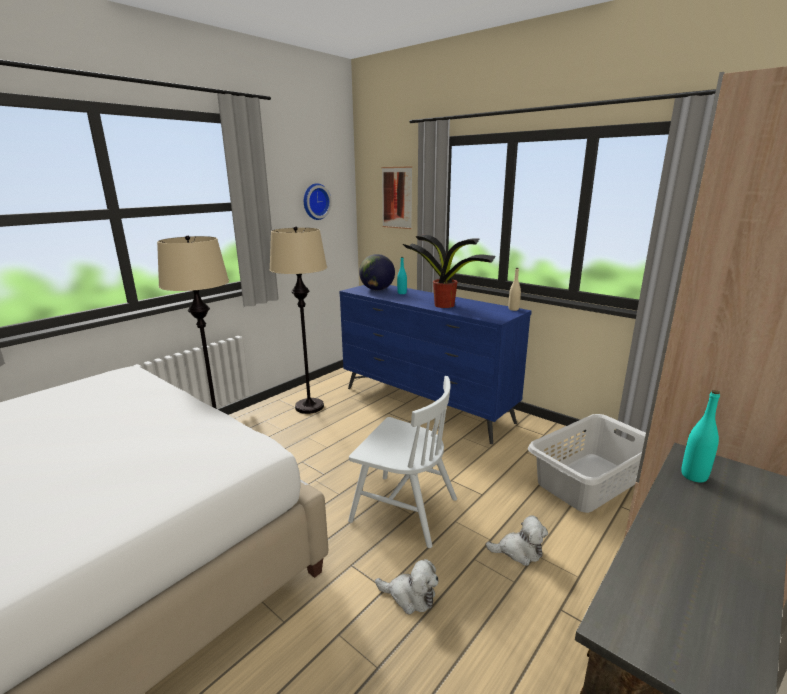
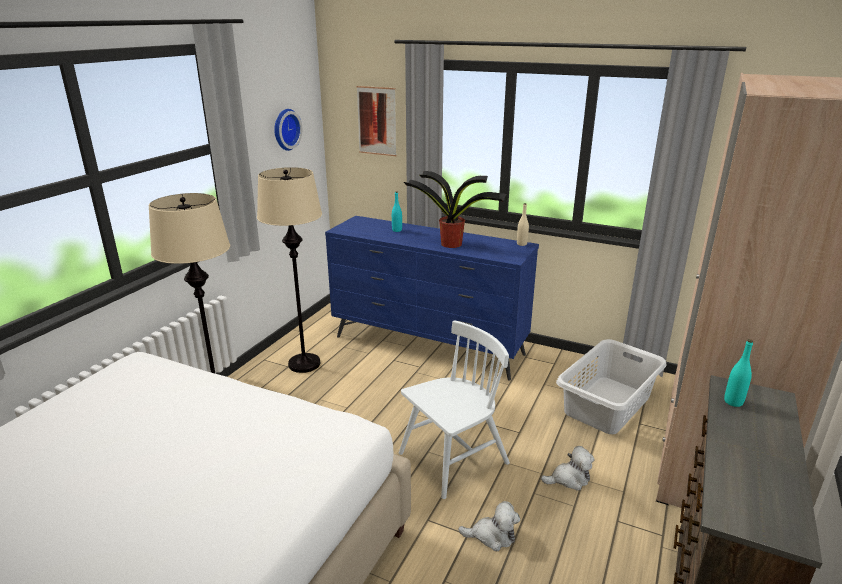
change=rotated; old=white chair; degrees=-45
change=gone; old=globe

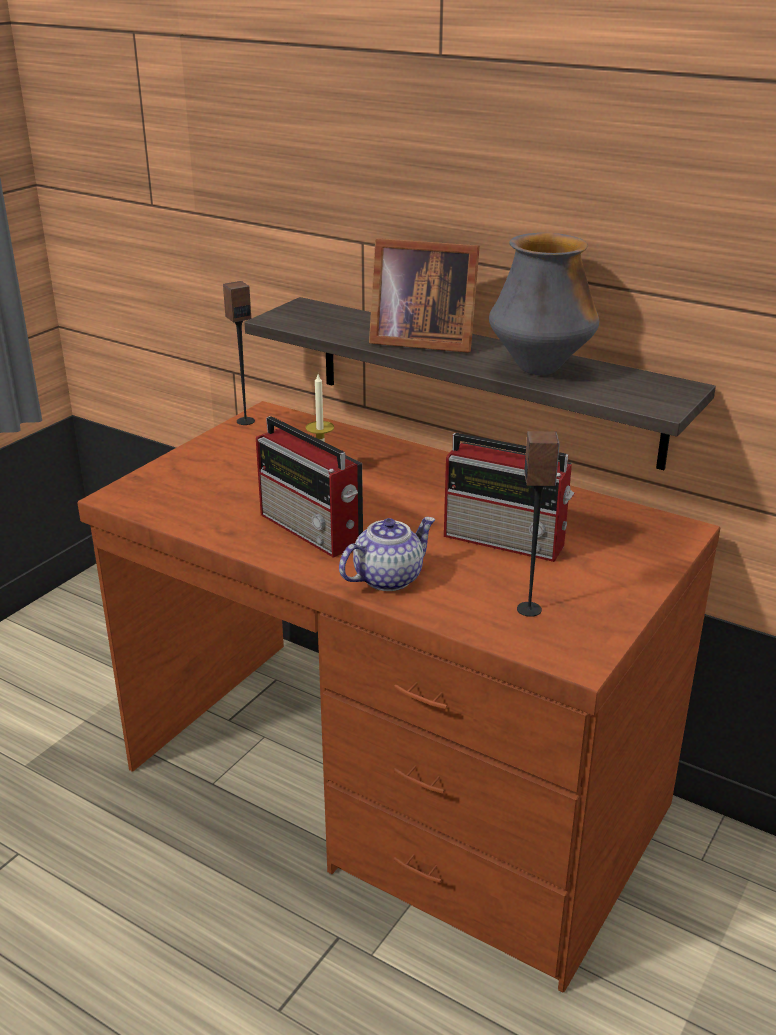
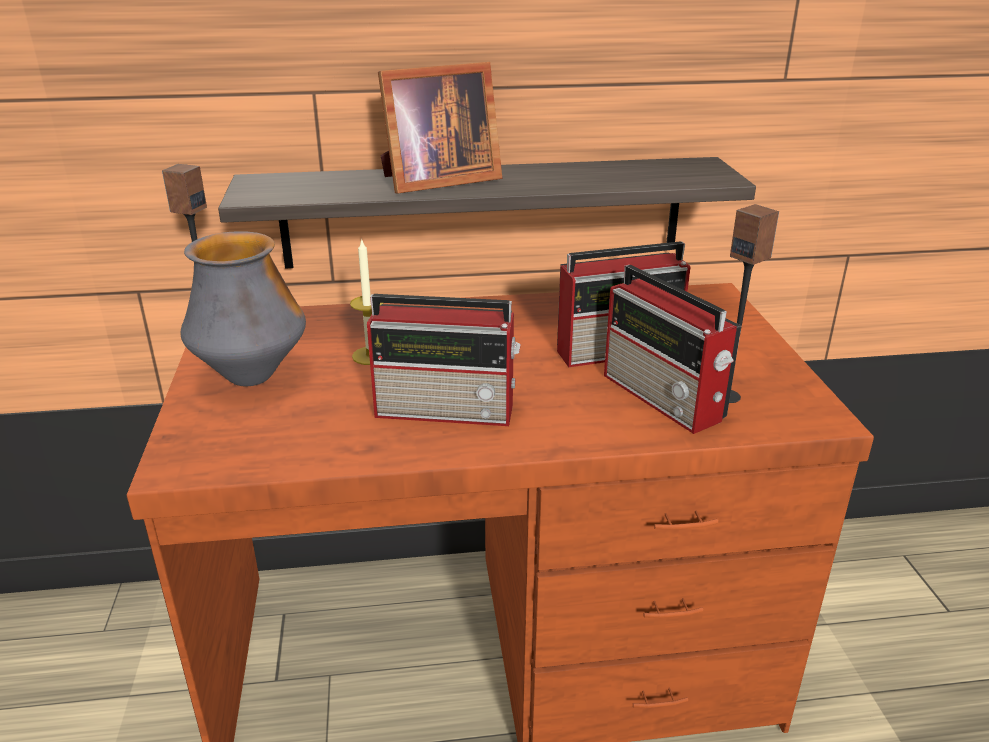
change=shifted; old=vase
change=new; new=radio (no. 3 from left)
change=gone; old=teapot

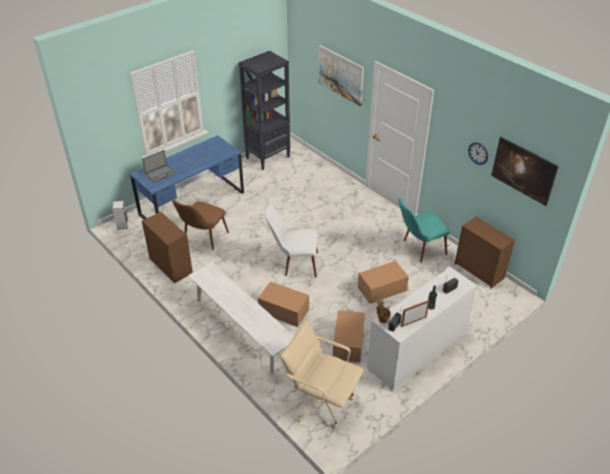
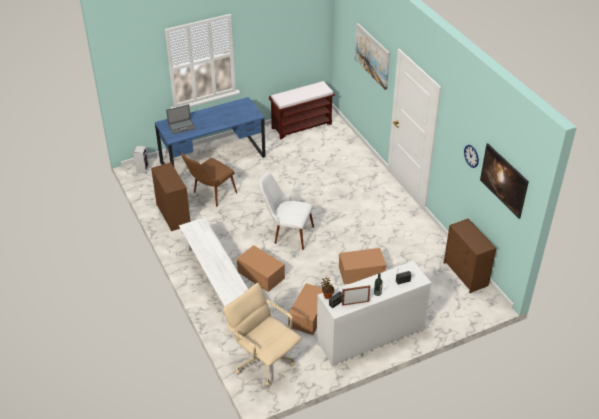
change=swapped; old=black bookcase; new=brown bench
change=gone; old=turquoise chair

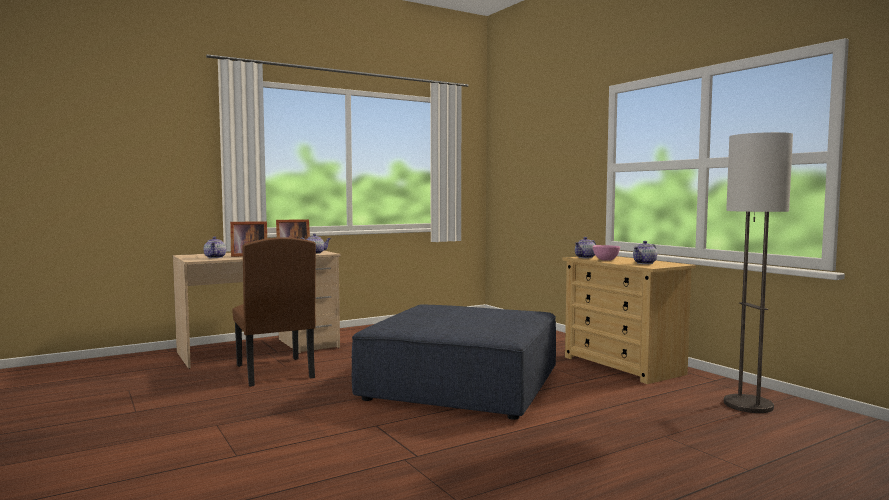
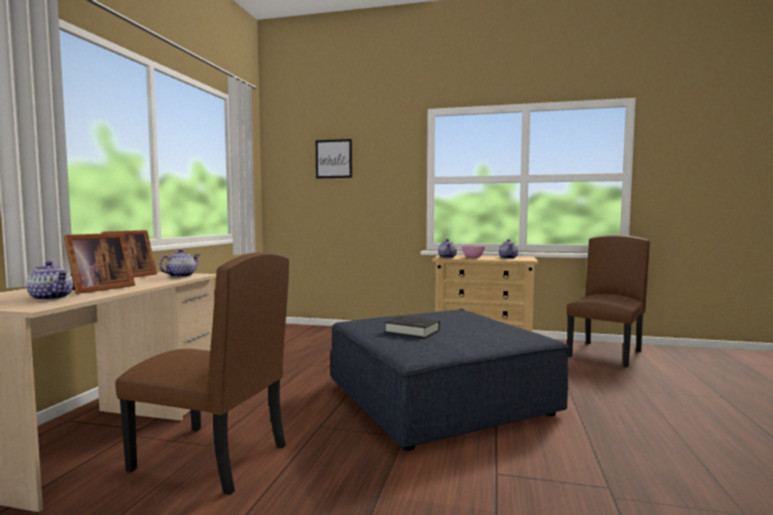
change=new; new=picture
change=new; new=black book
change=swapped; old=floor lamp; new=brown chair (no. 2 from left)

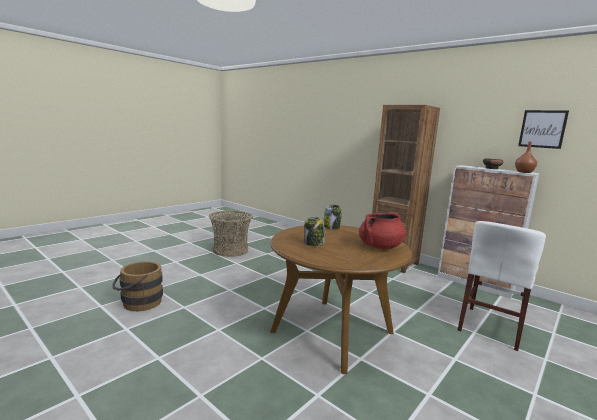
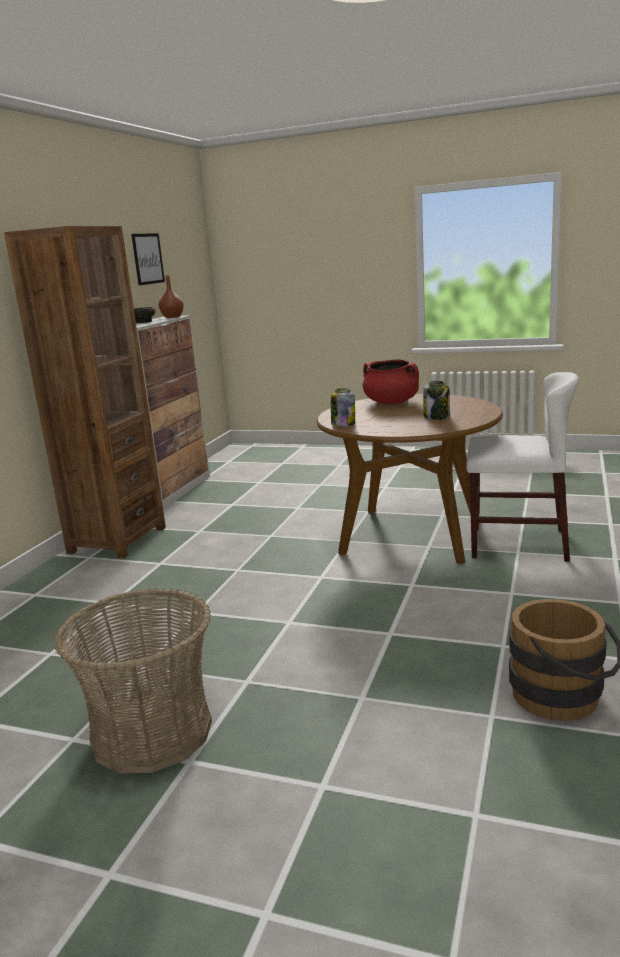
change=shifted; old=white chair

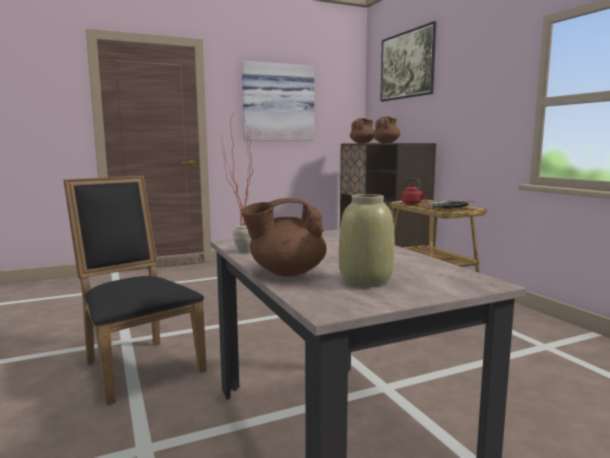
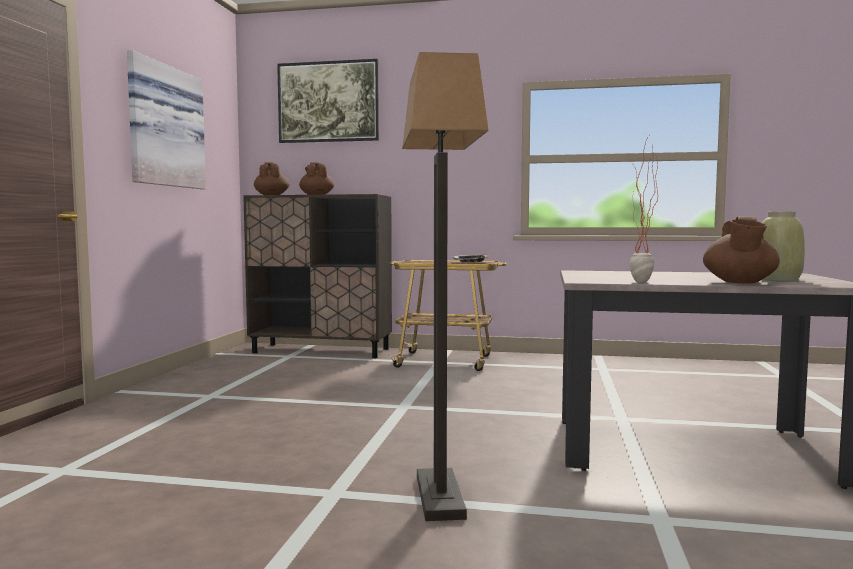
change=swapped; old=black chair; new=floor lamp
change=gone; old=red kettle

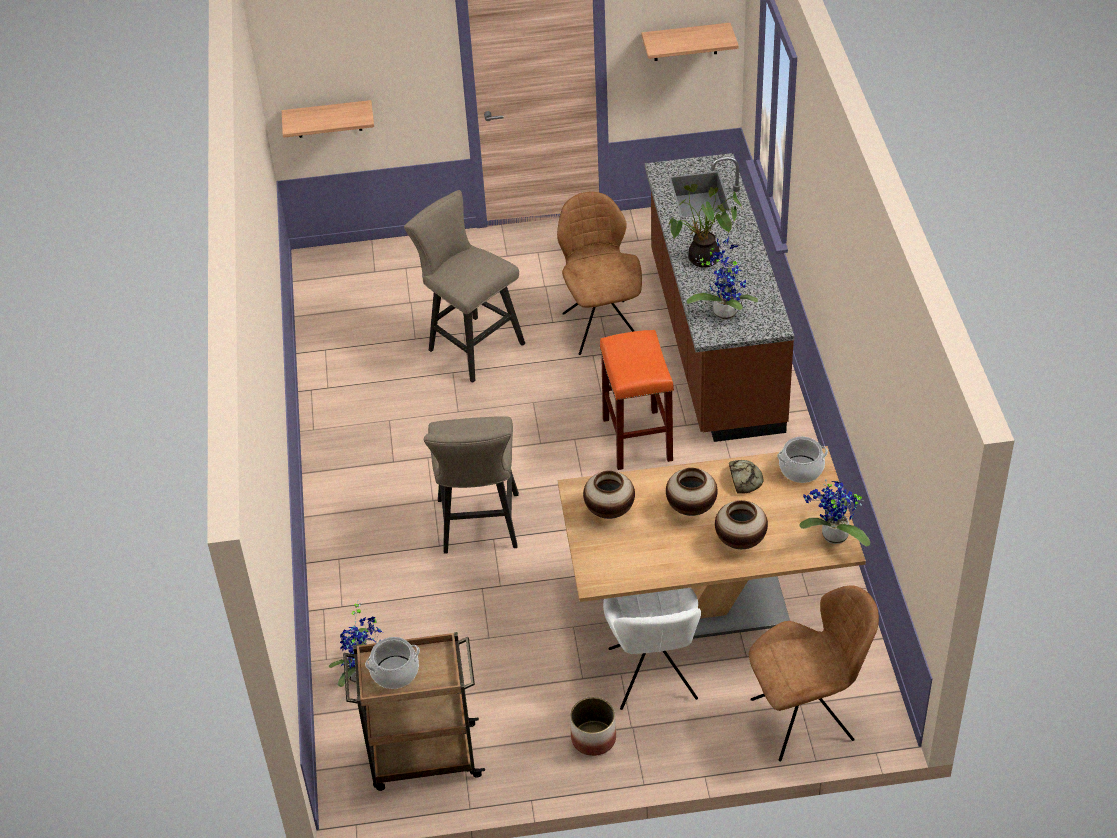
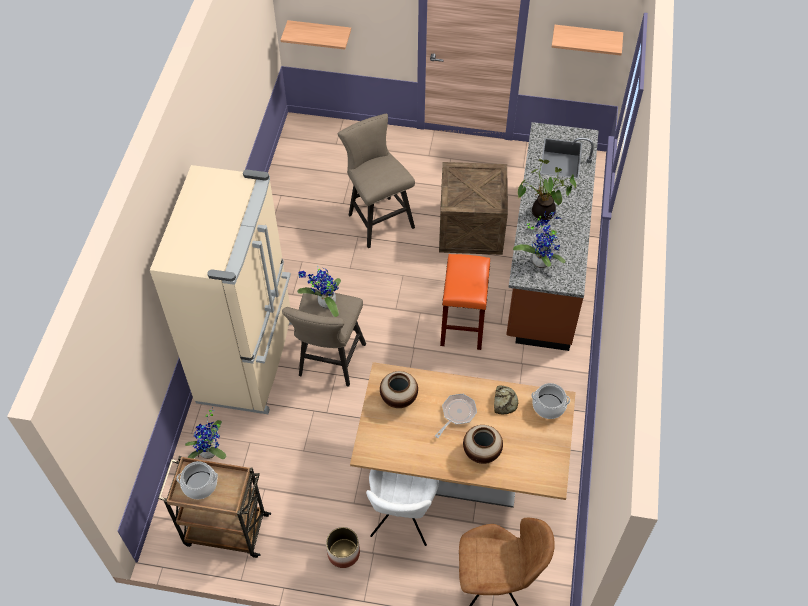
change=new; new=beige fridge
change=shifted; old=potted plant (no. 4 from left in the first image); new=potted plant (no. 2 from left)
change=swapped; old=vase (no. 2 from left); new=frying pan
change=swapped; old=brown chair (no. 1 from left); new=crate

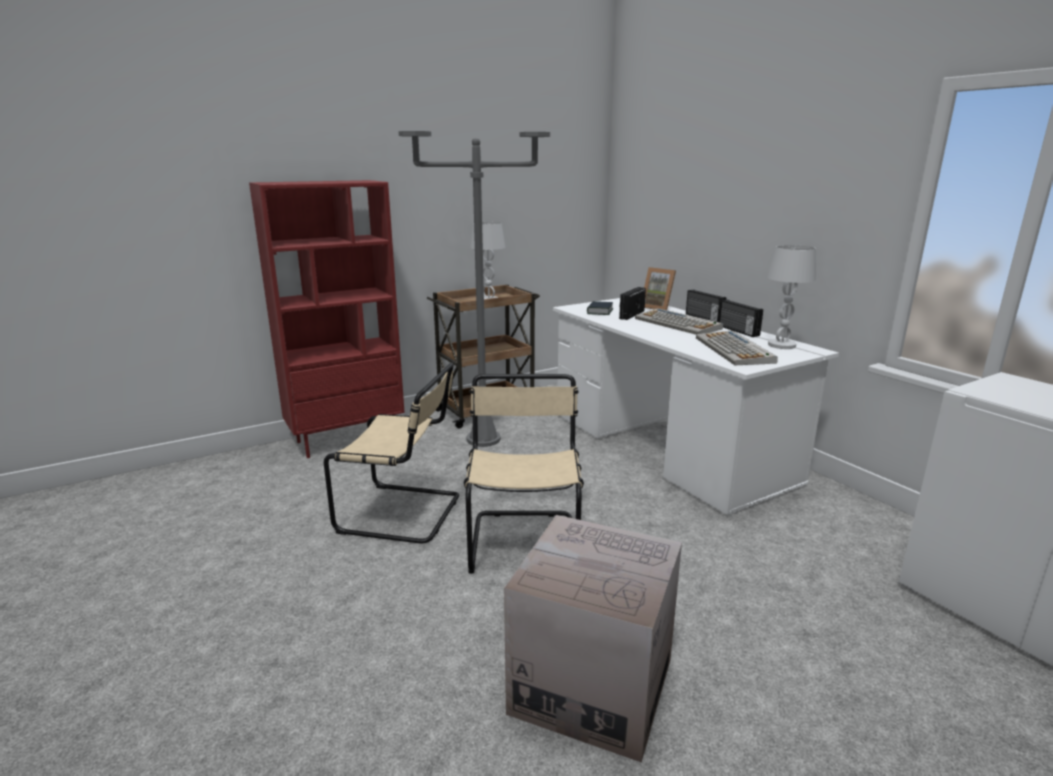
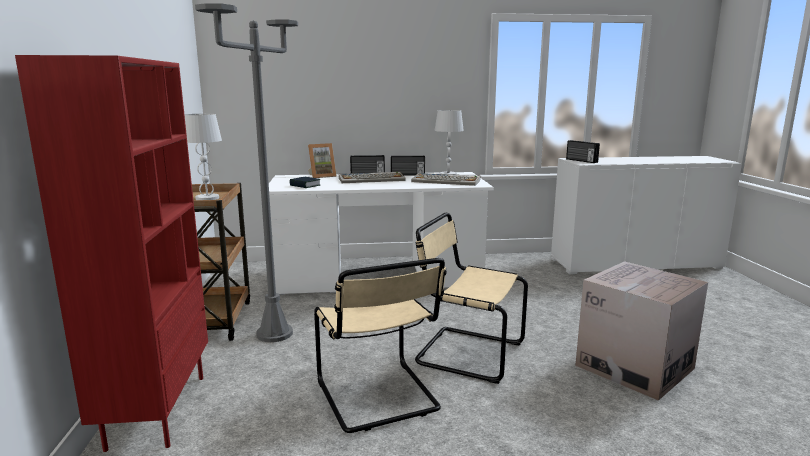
change=rotated; old=beige chair (no. 1 from left); degrees=120
change=shifted; old=radio (no. 1 from left in the first image); new=radio (no. 3 from left)

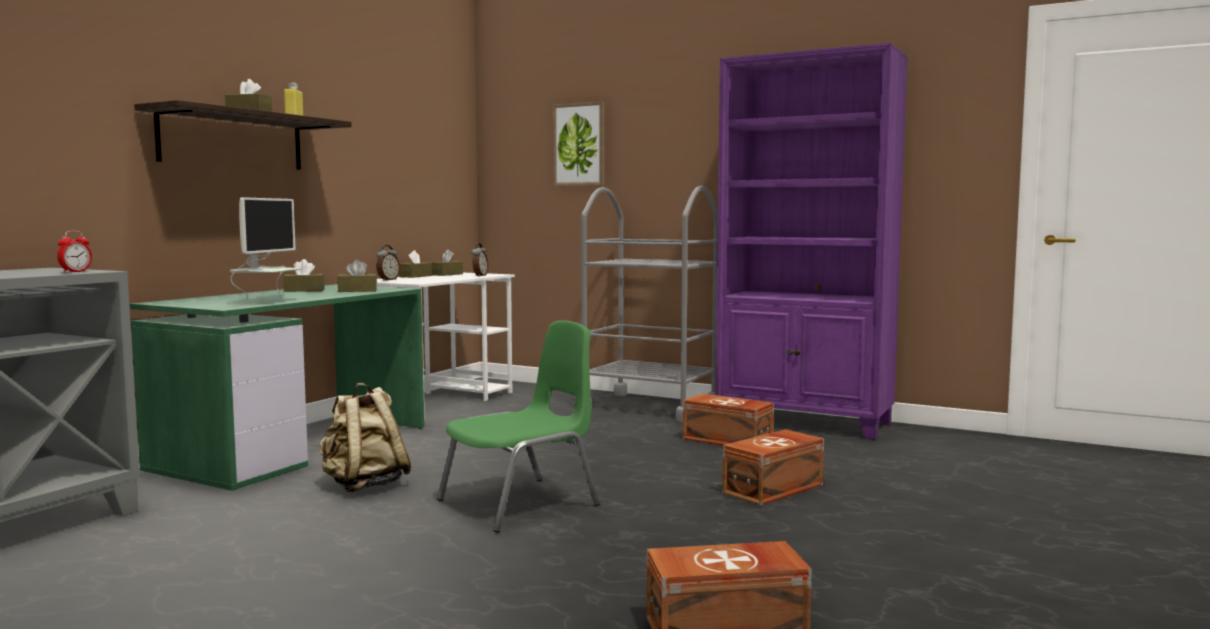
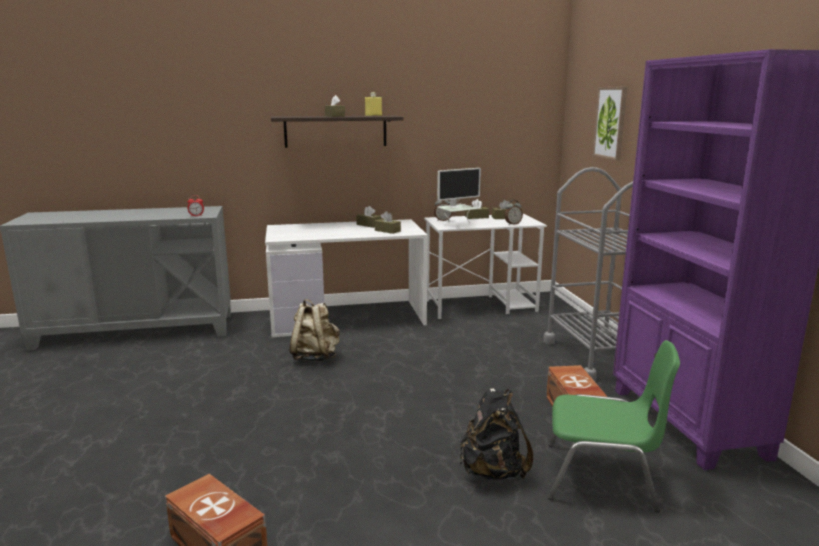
change=repainted; old=green desk; new=white desk (no. 1 from left)
change=shifted; old=monitor
change=swapped; old=brown storage box (no. 3 from left); new=black backpack
change=shifted; old=green chair

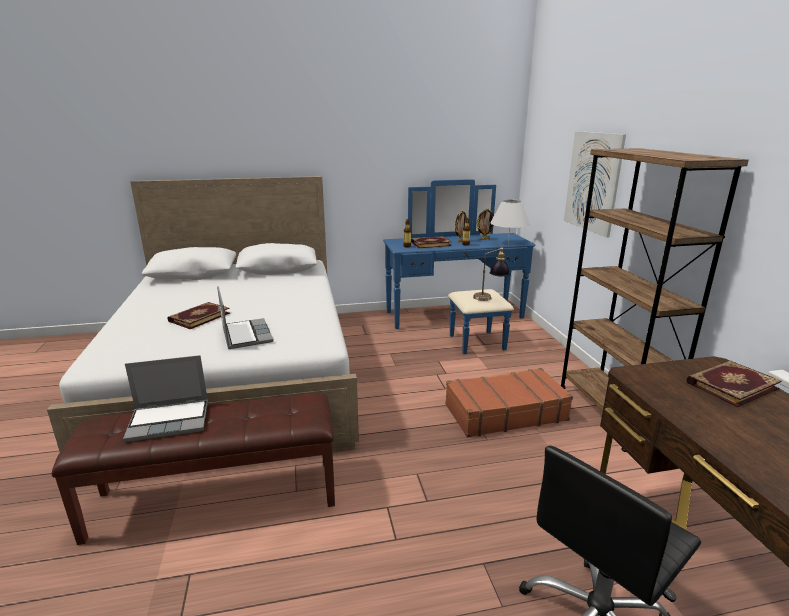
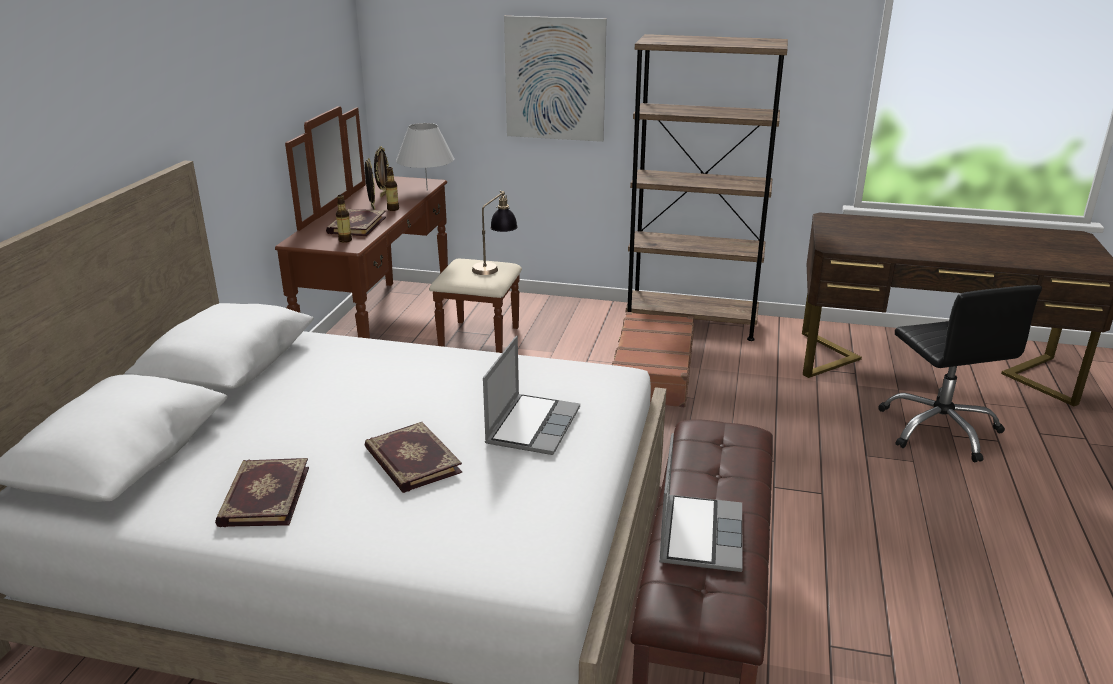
change=shifted; old=book (no. 3 from left in the first image); new=book (no. 1 from left)
change=repainted; old=blue dresser; new=brown dresser
change=rotated; old=laptop (no. 2 from left in the first image); degrees=105

